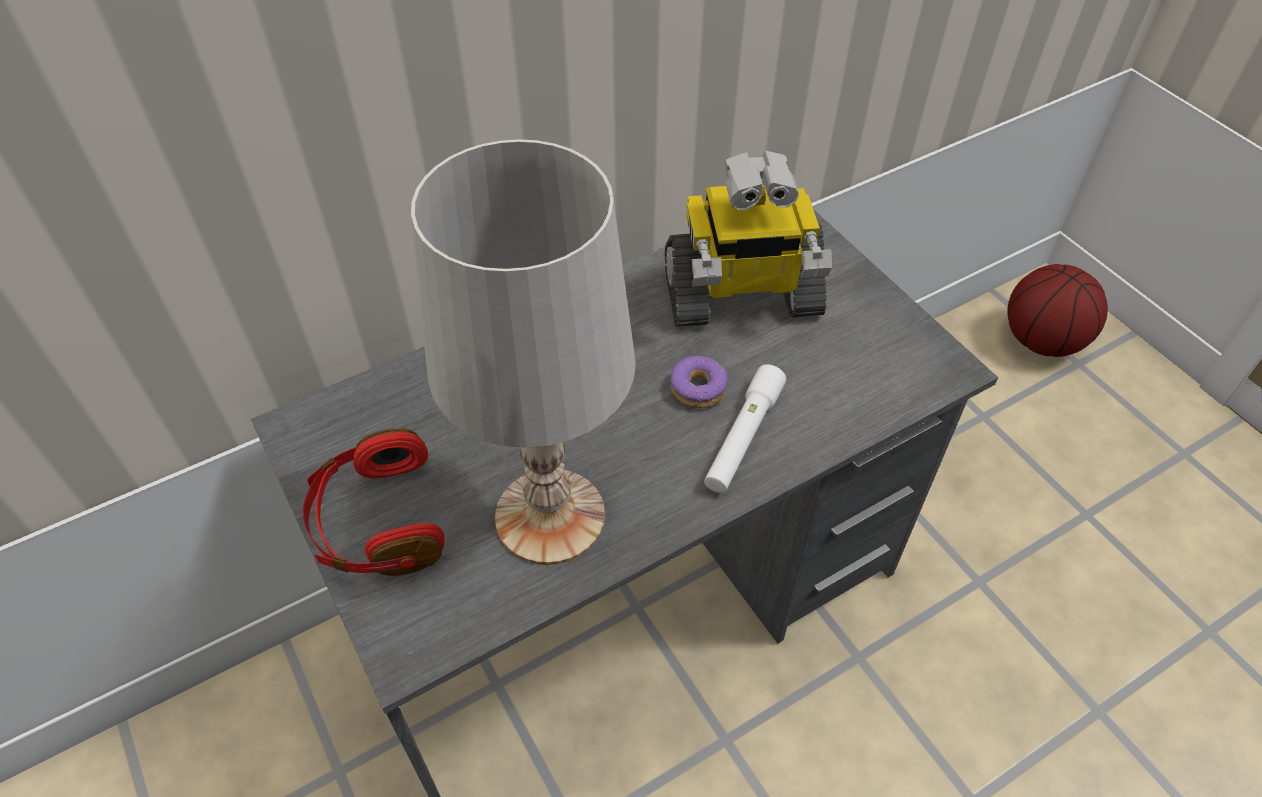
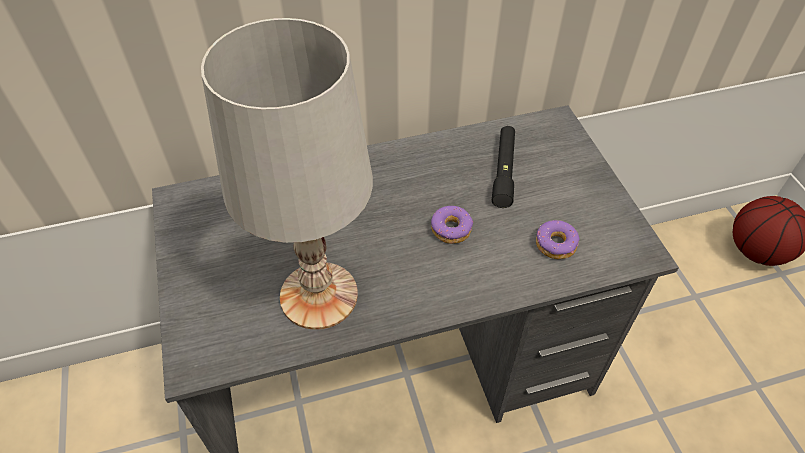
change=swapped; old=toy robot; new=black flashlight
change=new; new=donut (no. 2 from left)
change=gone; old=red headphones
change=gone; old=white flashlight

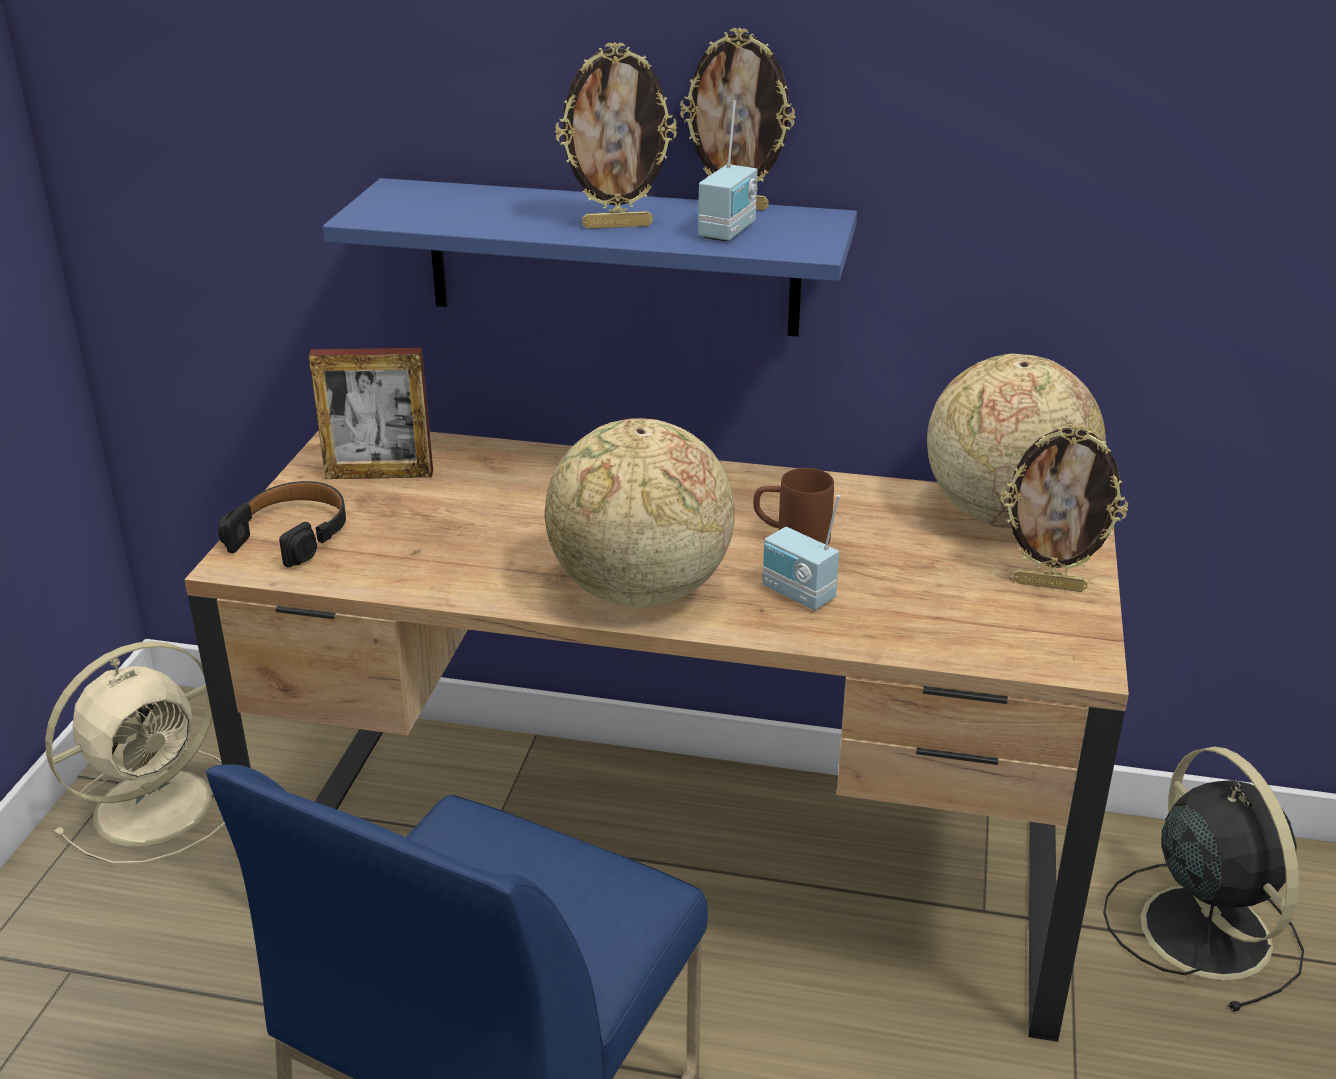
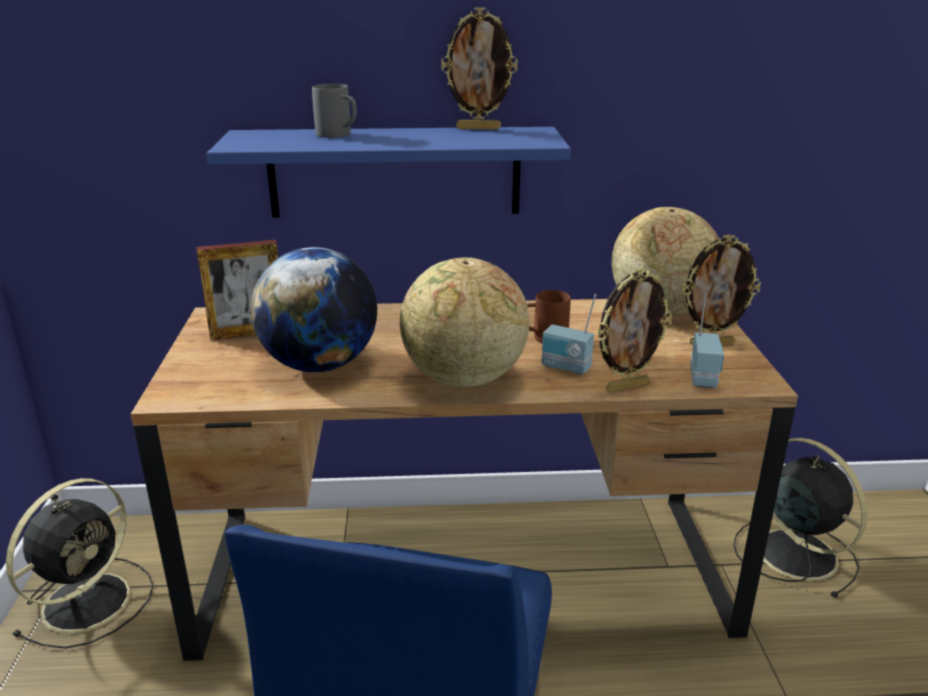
change=repainted; old=beige fan; new=black fan (no. 1 from left)
change=new; new=globe (no. 1 from left)
change=new; new=grey mug
change=shifted; old=picture frame (no. 2 from left in the first image); new=picture frame (no. 3 from left)
change=shifted; old=radio (no. 1 from left in the first image); new=radio (no. 2 from left)
change=gone; old=black headphones

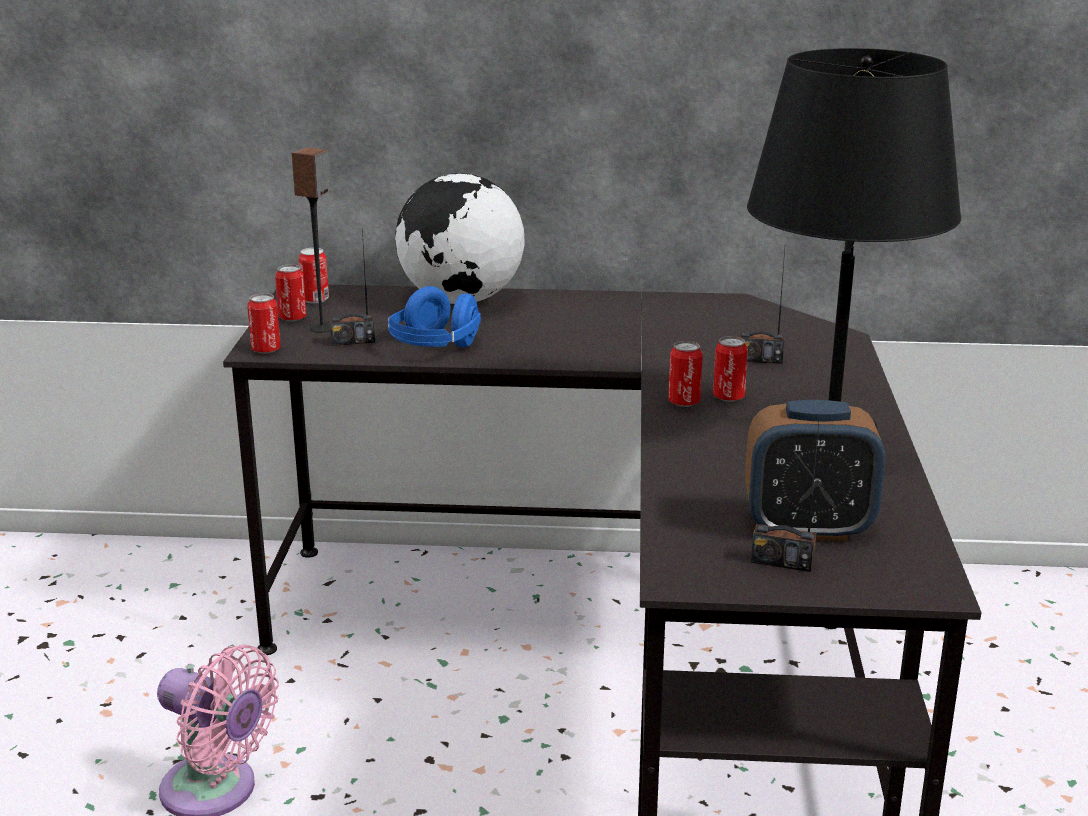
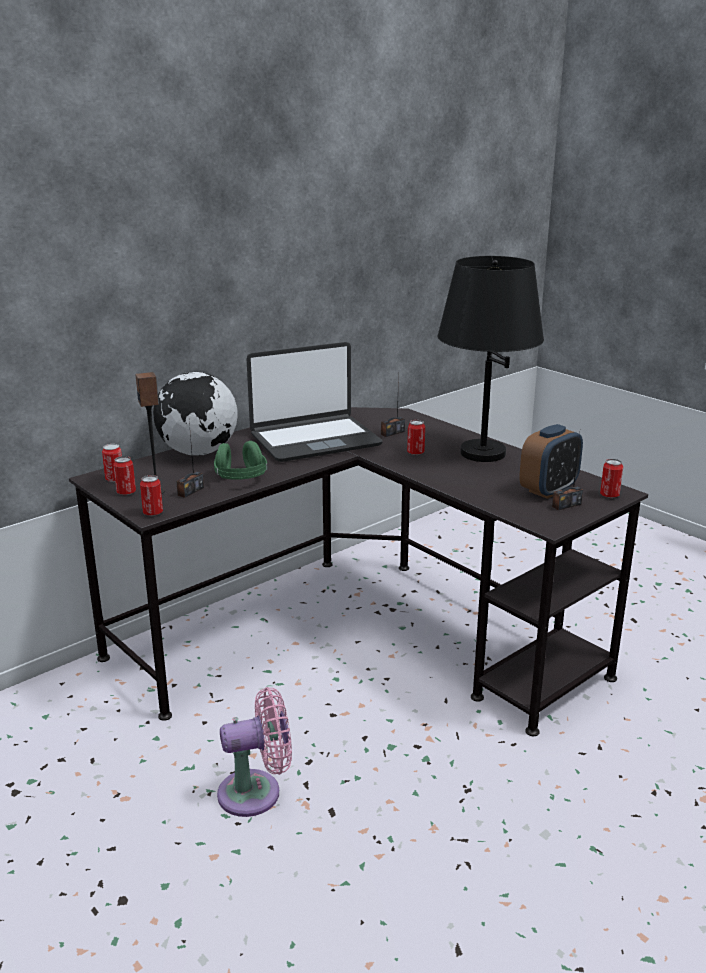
change=repainted; old=blue headphones; new=green headphones
change=new; new=laptop
change=shifted; old=can (no. 4 from left in the first image); new=can (no. 5 from left)

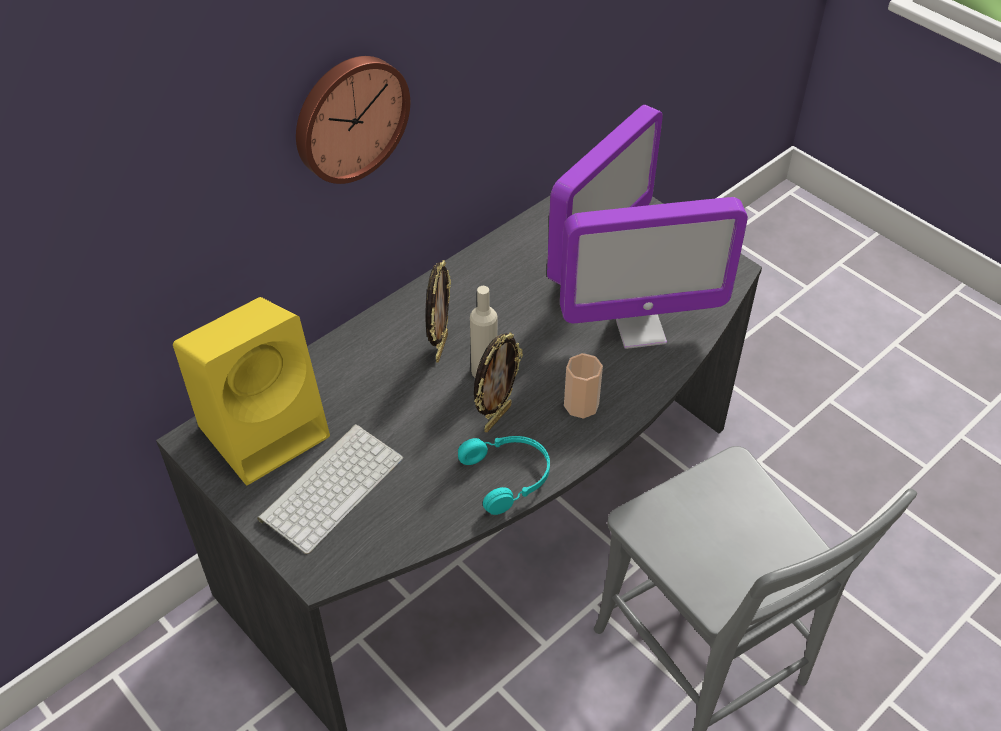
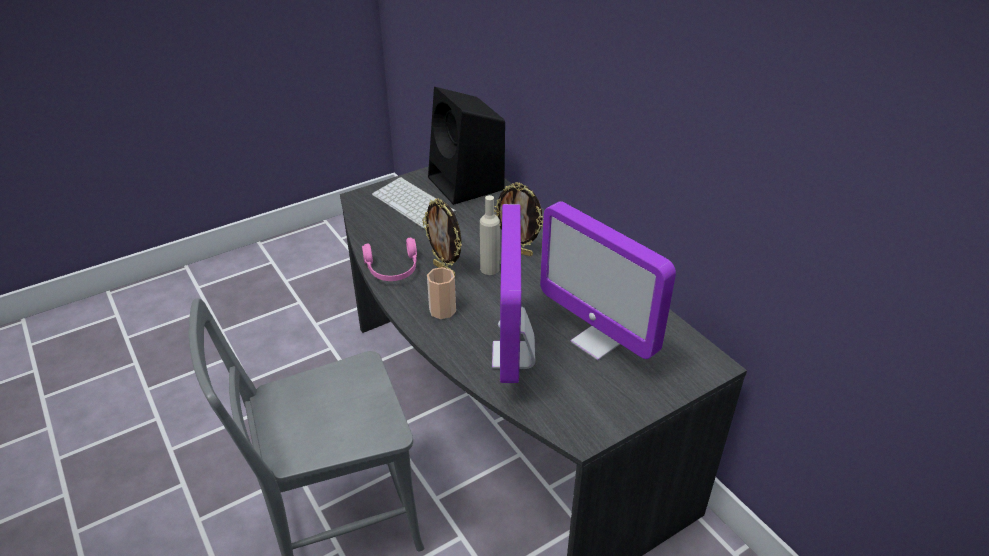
change=repainted; old=turquoise headphones; new=pink headphones
change=repainted; old=yellow speaker; new=black speaker
change=gone; old=wall clock

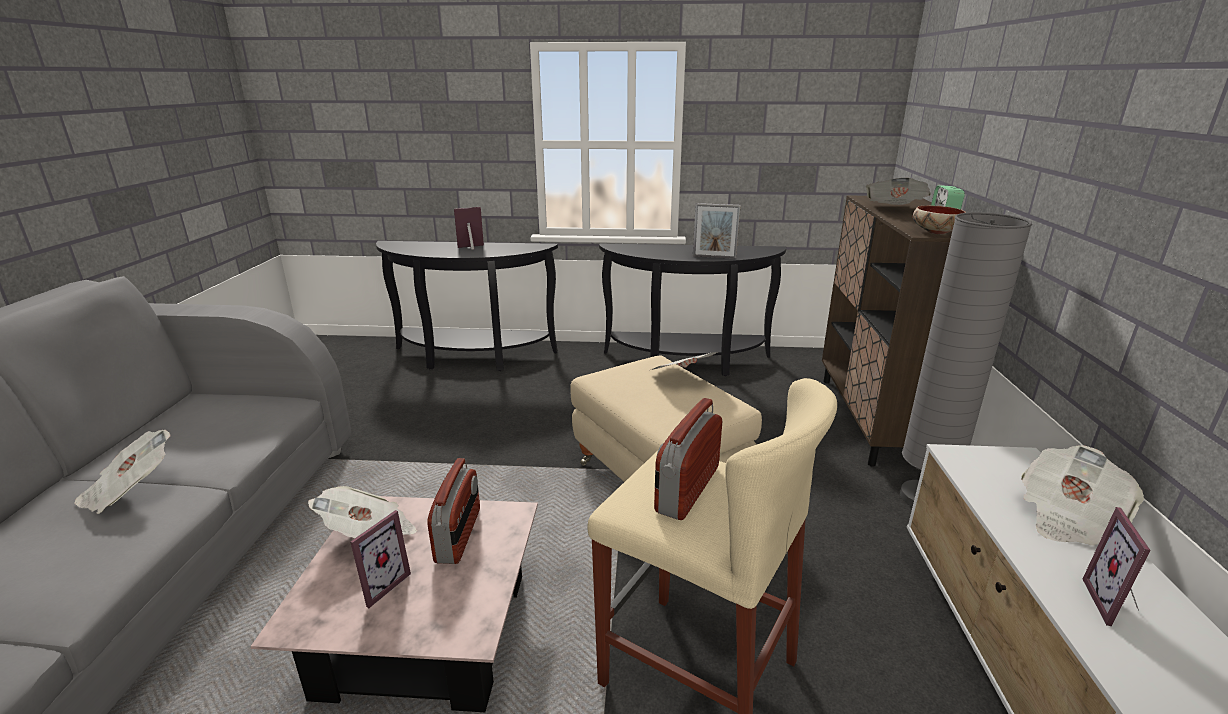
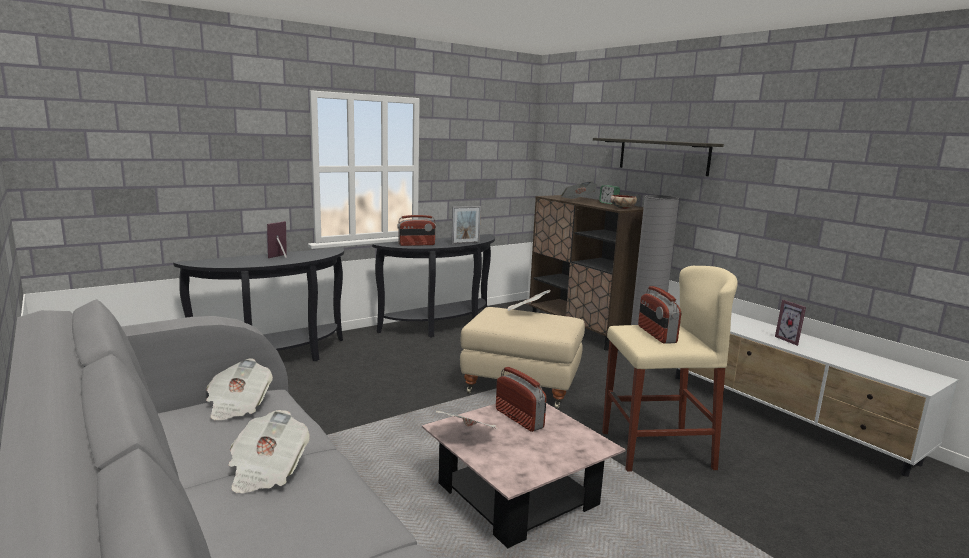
change=shifted; old=newspaper (no. 5 from left in the first image); new=newspaper (no. 1 from left)
change=new; new=radio (no. 1 from left)
change=new; new=shelf
change=gone; old=picture frame (no. 1 from left)

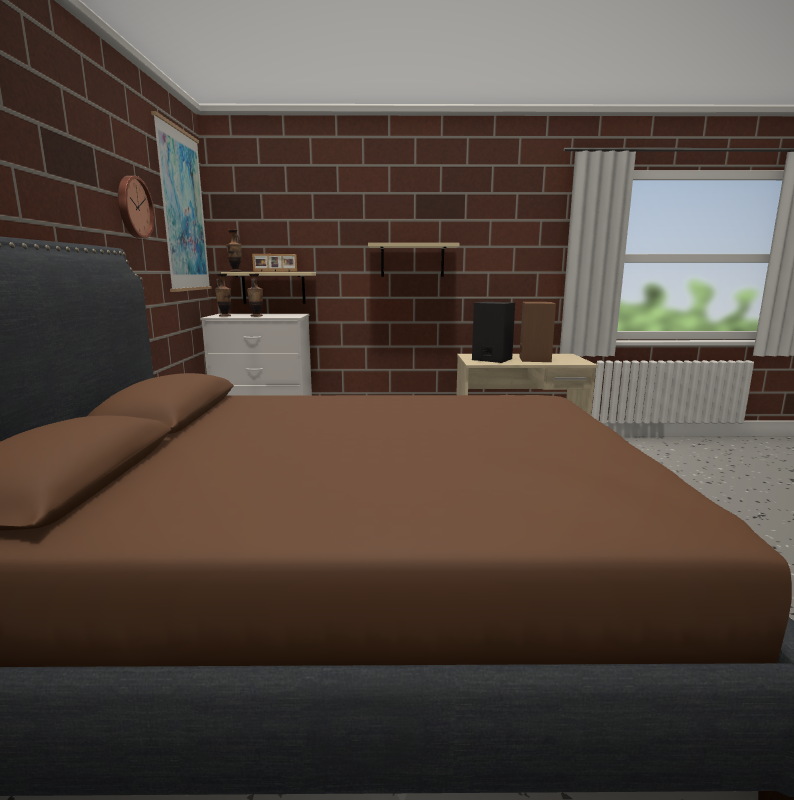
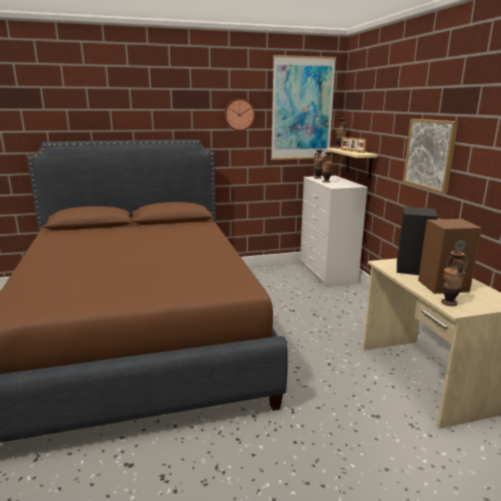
change=swapped; old=beige shelf (no. 2 from left); new=picture (no. 2 from left)
change=new; new=vase (no. 4 from left)

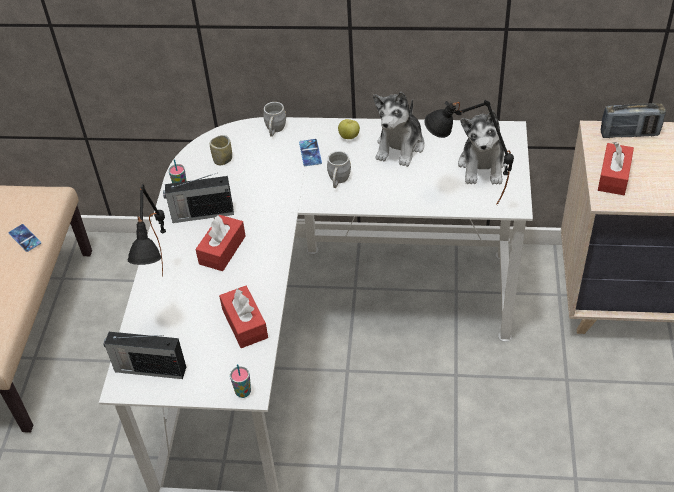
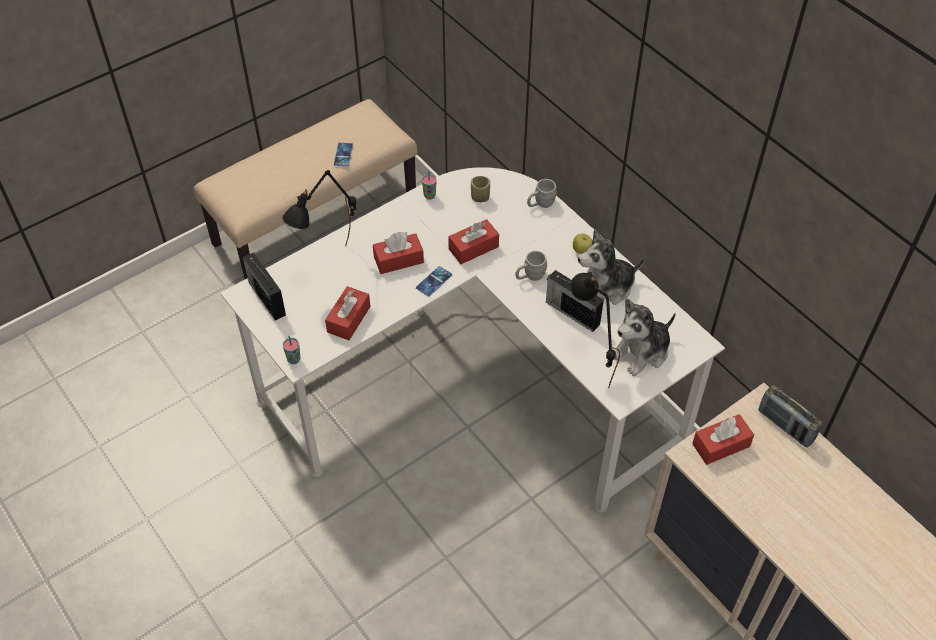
change=shifted; old=phone (no. 2 from left)
change=new; new=red tissue box (no. 3 from left)
change=shifted; old=radio (no. 2 from left)

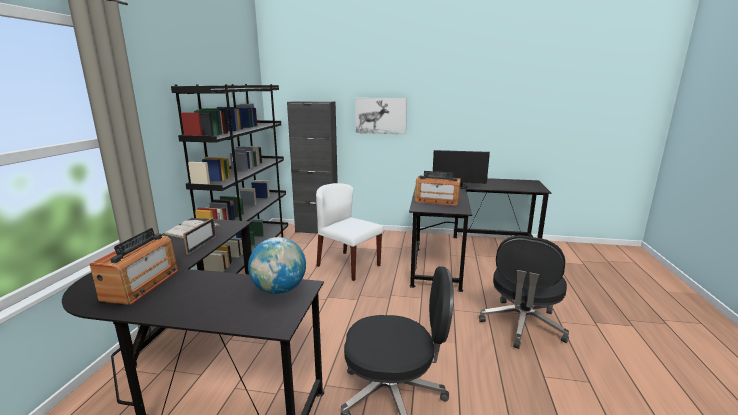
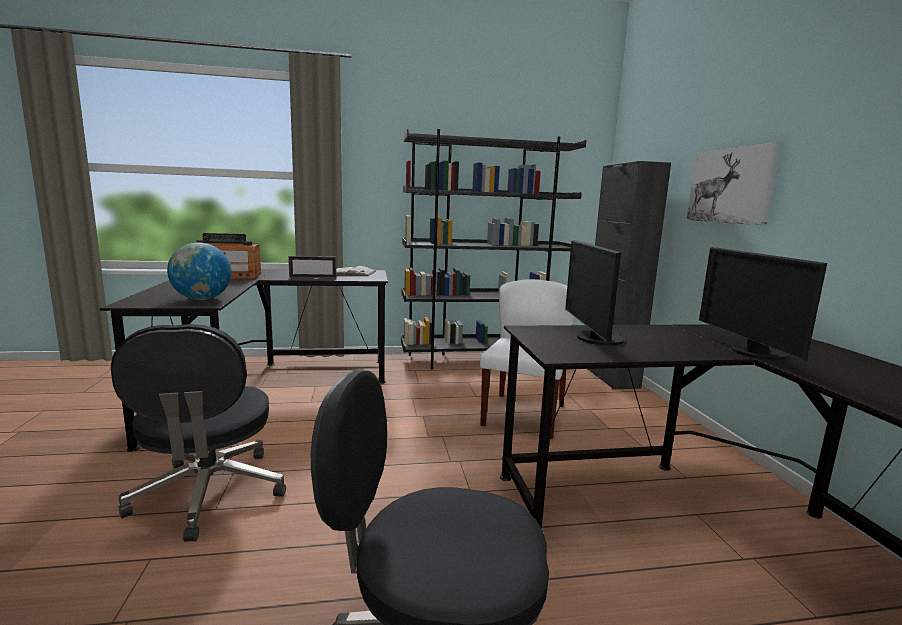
change=swapped; old=radio (no. 2 from left); new=monitor (no. 1 from left)

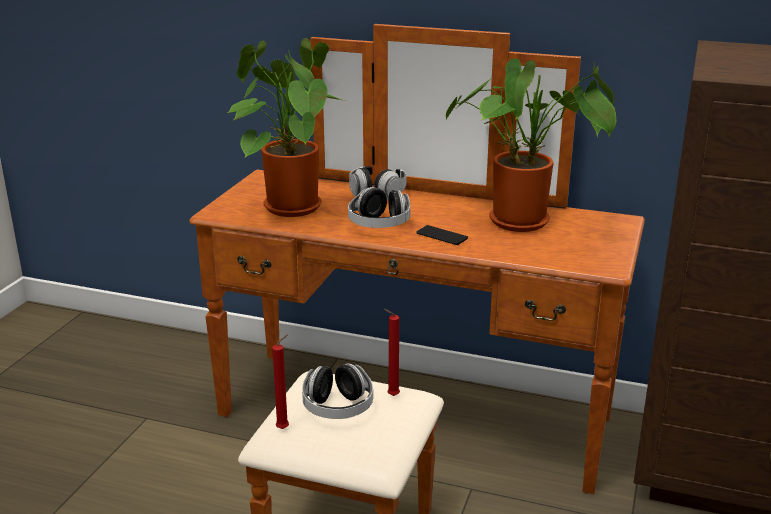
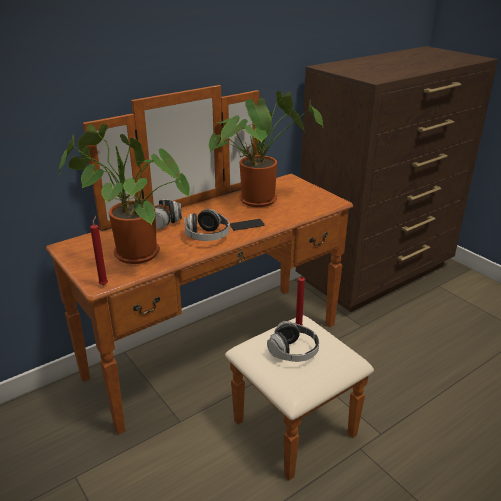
change=shifted; old=red candle (no. 1 from left)

